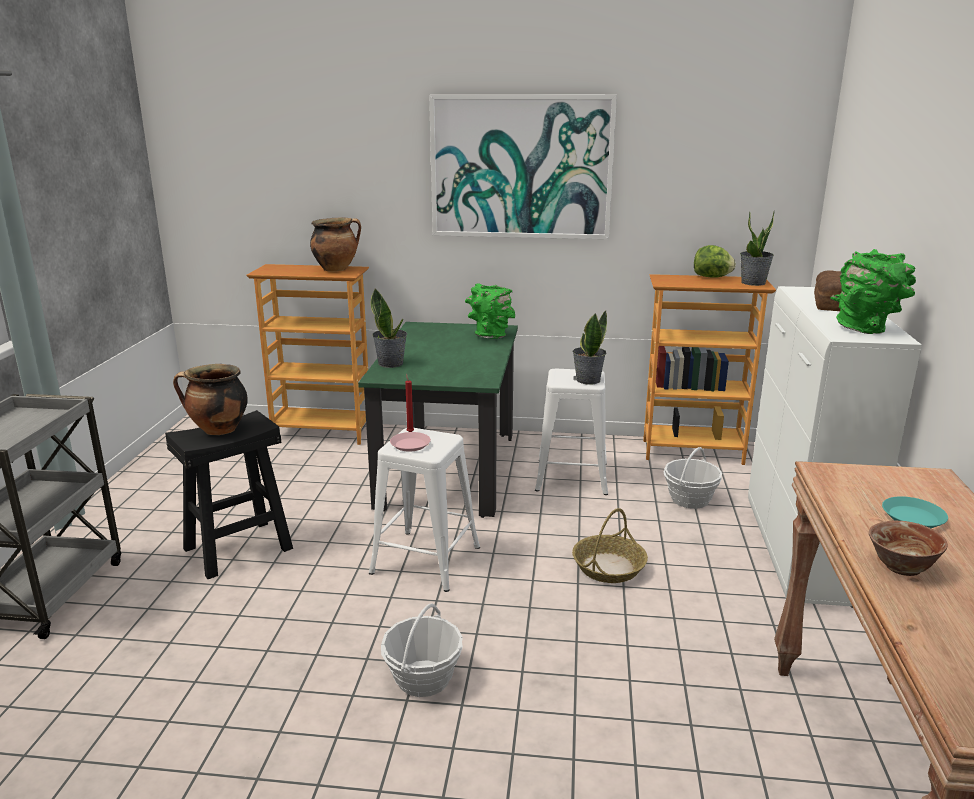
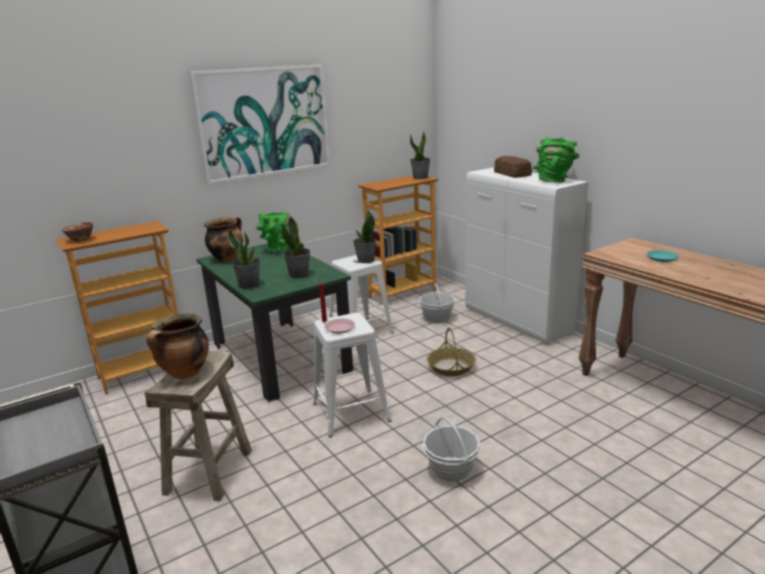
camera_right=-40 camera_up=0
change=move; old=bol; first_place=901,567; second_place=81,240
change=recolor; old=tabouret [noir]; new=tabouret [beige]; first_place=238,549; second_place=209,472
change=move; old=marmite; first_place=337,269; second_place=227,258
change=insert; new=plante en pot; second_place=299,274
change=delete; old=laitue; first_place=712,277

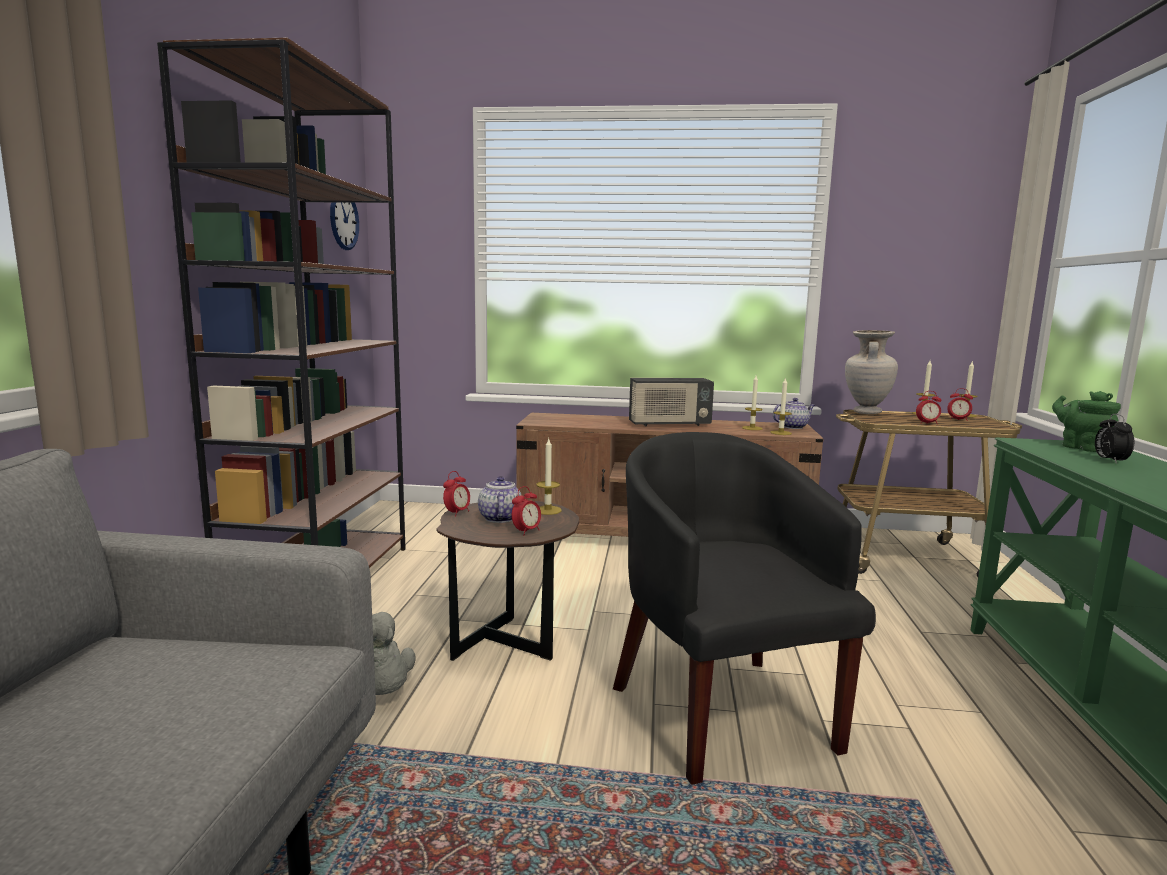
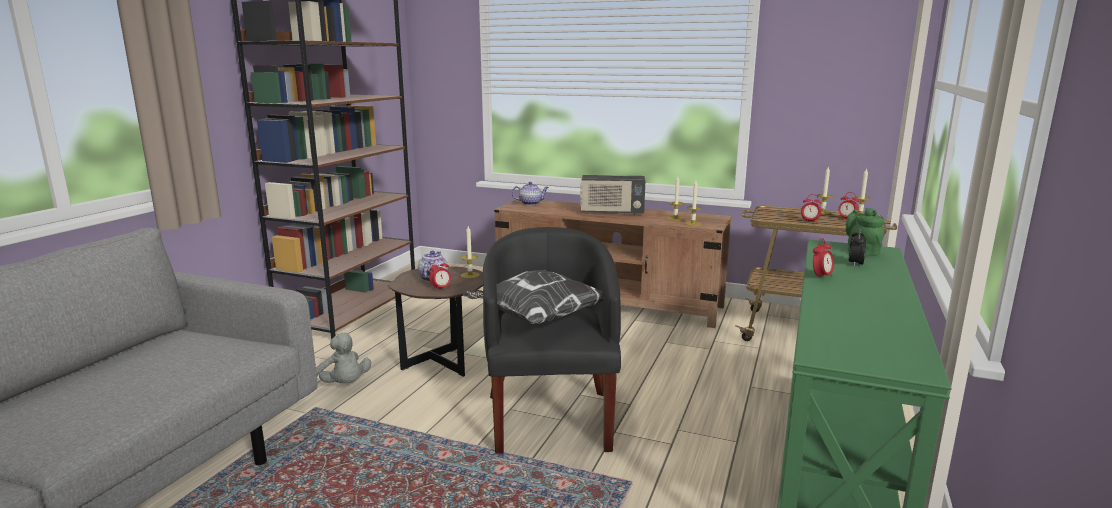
camera_right=15 camera_up=5
change=insert; new=coussin; second_place=536,319
change=move; old=théière; first_place=792,427; second_place=530,203
change=move; old=réveil; first_place=457,513; second_place=821,277
change=delete; old=horloge murale; first_place=344,220
change=delete; old=vase [beige]; first_place=866,412

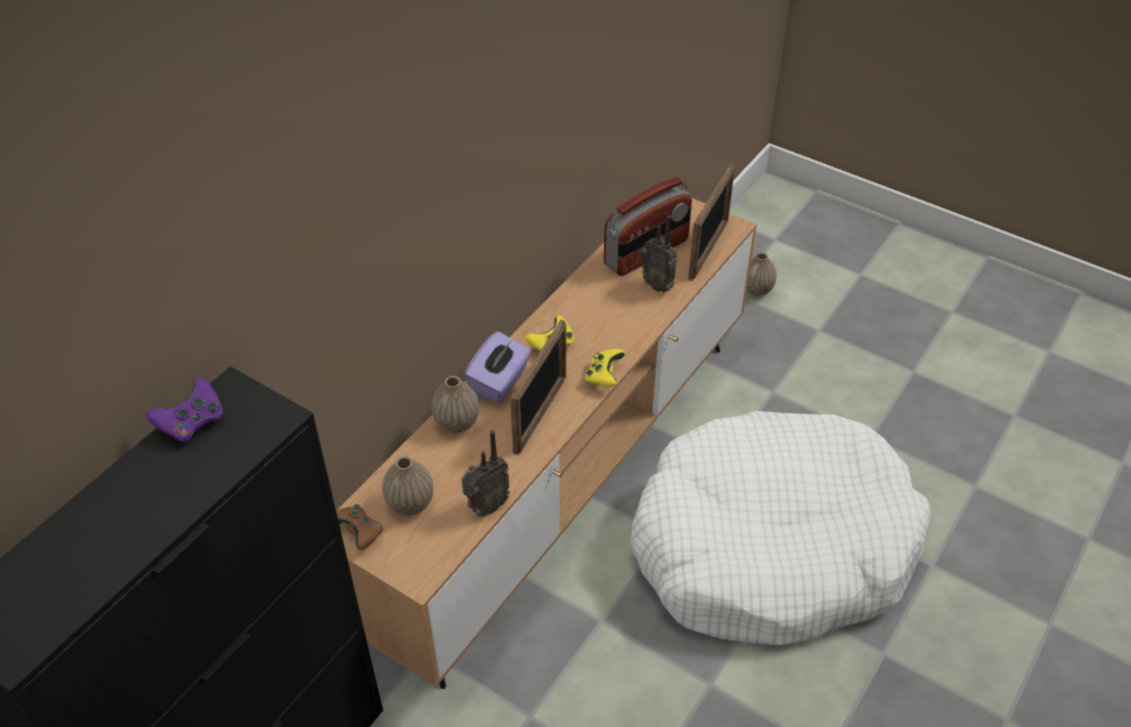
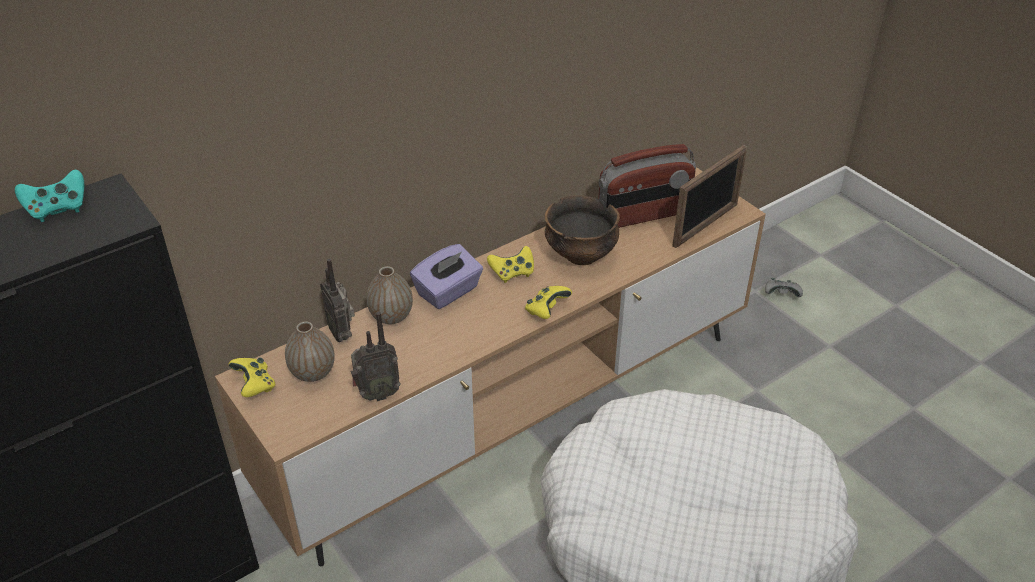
camera_right=20 camera_up=-5
change=recolor; old=manette [violet]; new=manette [turquoise]; first_place=192,424; second_place=57,209
change=recolor; old=manette [marron]; new=manette [jaune]; first_place=359,534; second_place=255,386
change=move; old=radio; first_place=658,285; second_place=342,333
change=insert; new=bol; second_place=581,254
change=replace; old=vase; new=manette [gris]; first_place=756,290; second_place=781,295
change=delete; old=cadre photo; first_place=540,414

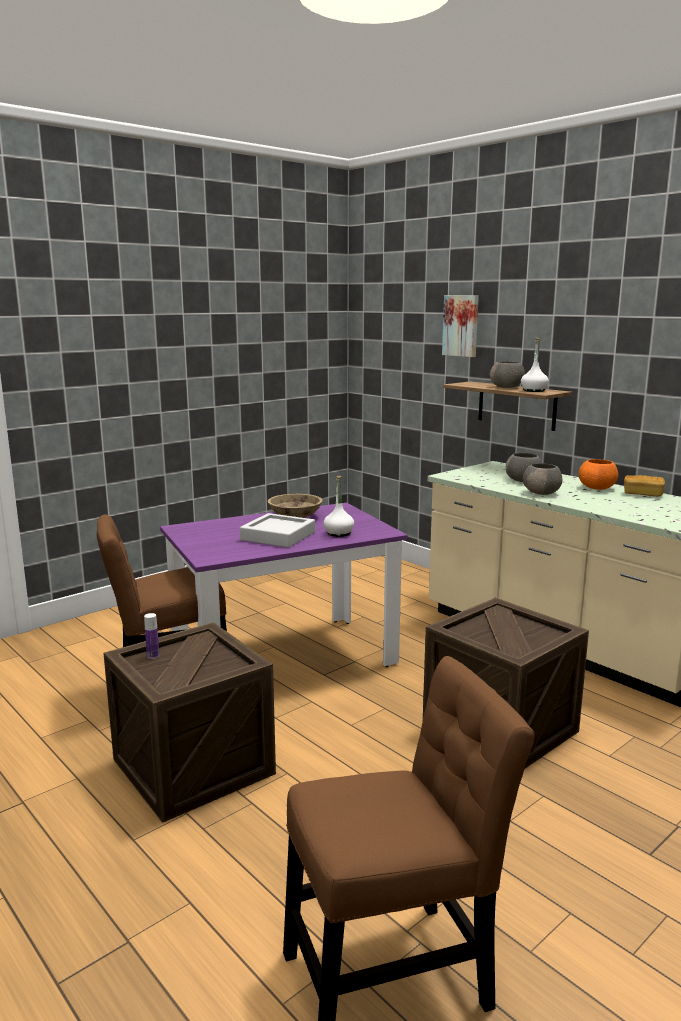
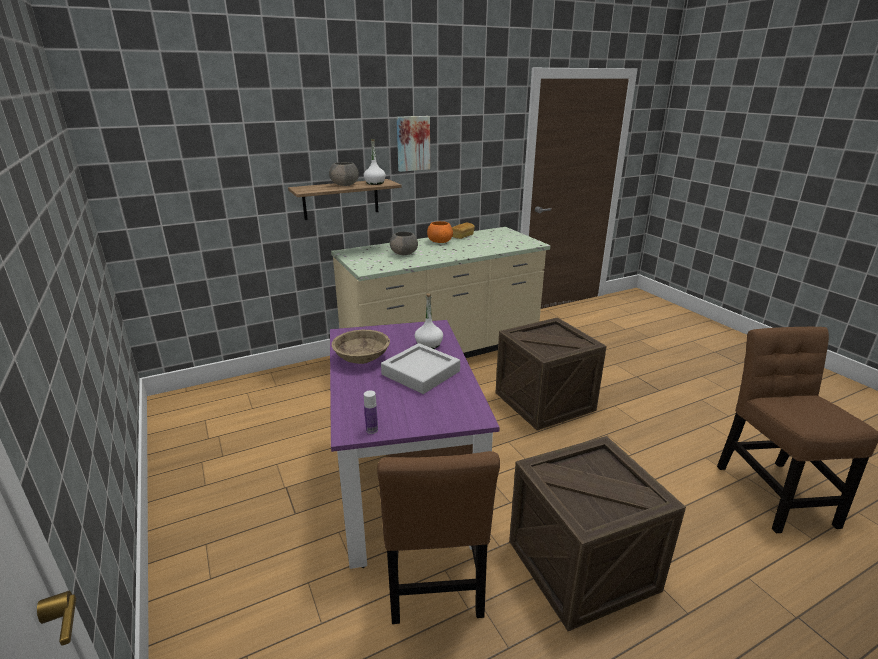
camera_right=-75 camera_up=10
change=move; old=bouteille; first_place=153,656; second_place=372,430
change=move; old=tableau; first_place=461,325; second_place=412,143
change=delete; old=bol [gris]; first_place=542,493

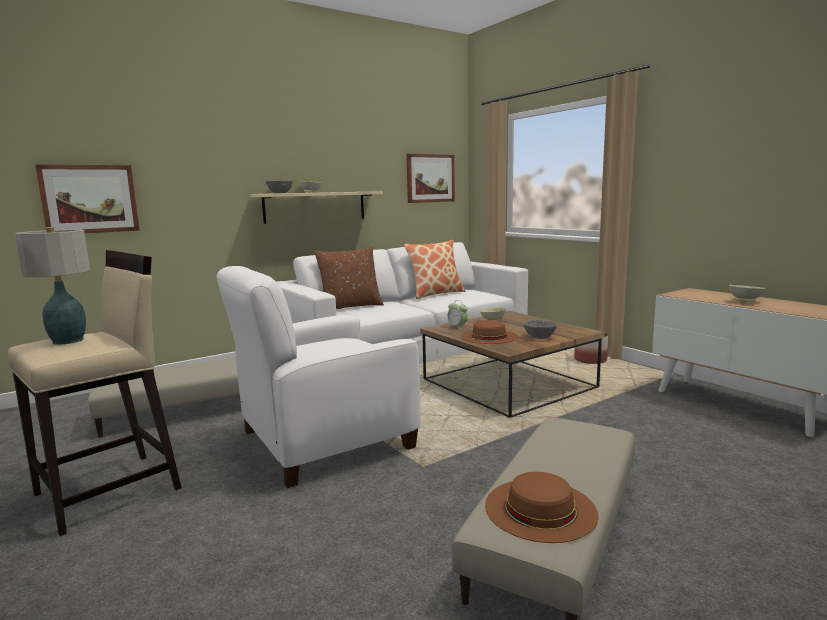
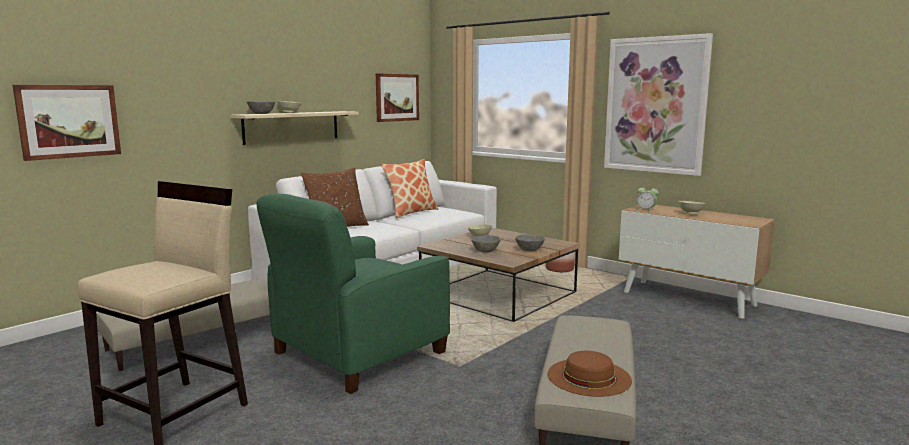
camera_right=-15 camera_up=0
change=recolor; old=fauteuil [blanc]; new=fauteuil [vert]; first_place=323,440; second_place=357,353
change=replace; old=chapeau [marron]; new=bol [gris]; first_place=489,336; second_place=485,251
change=insert; new=tableau; second_place=655,105
change=move; old=réveil; first_place=457,327; second_place=646,210
change=delete; old=lampe de table; first_place=67,340

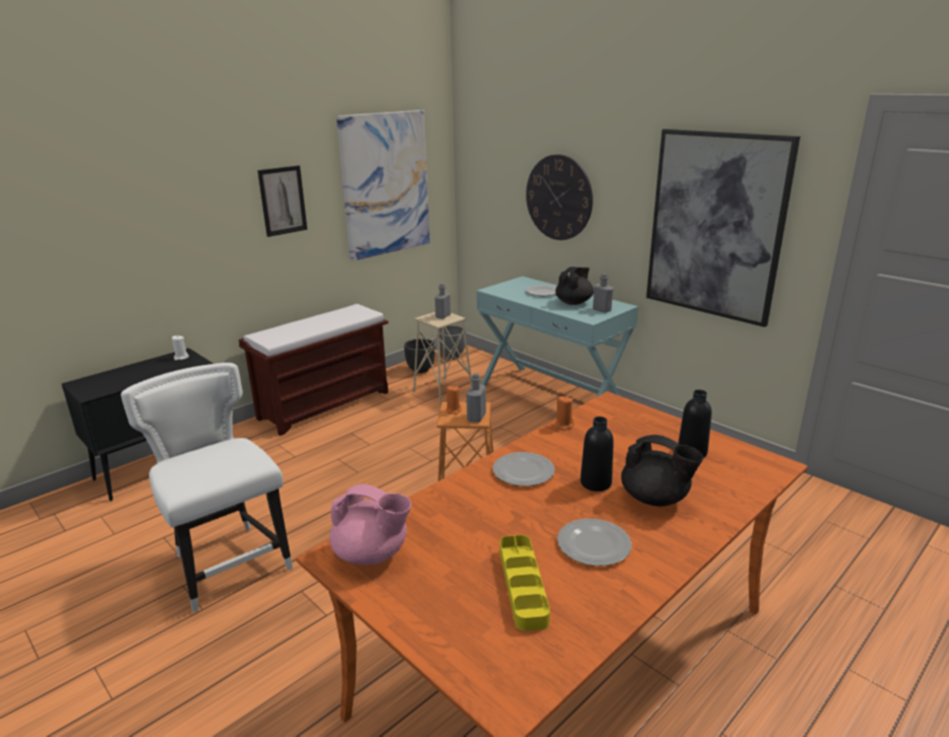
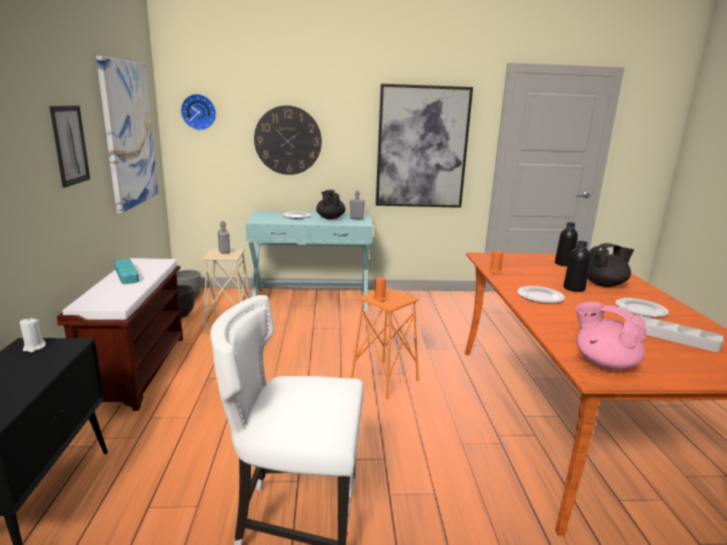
camera_right=-50 camera_up=-5
change=insert; new=plateau [turquoise]; second_place=126,274
change=insert; new=horloge murale; second_place=199,112
change=rotate; old=théière [rose]; first_place=372,554; second_place=604,363; degrees=-105
change=recolor; old=plateau [jaune]; new=plateau [gris]; first_place=523,585; second_place=672,337
change=delete; old=bouteille [gris]; first_place=476,417

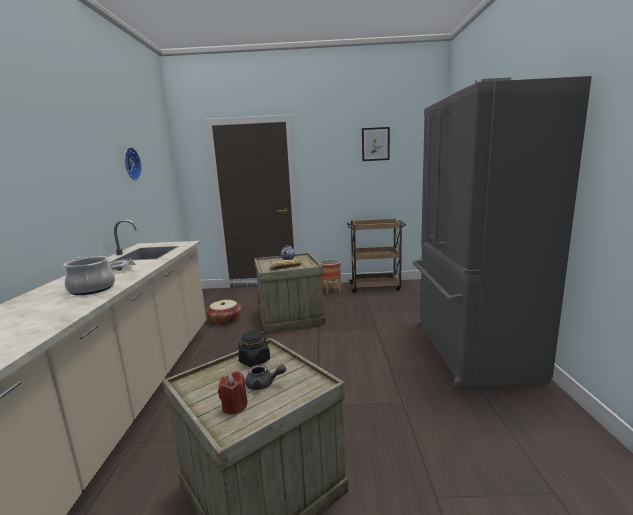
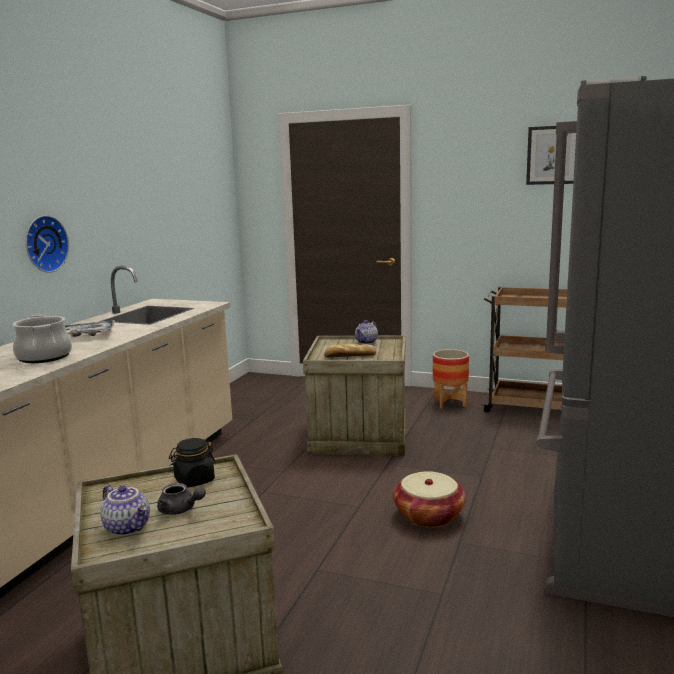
camera_right=20 camera_up=0
change=move; old=horloge murale; first_place=130,164; second_place=44,244
change=replace; old=bougie [rouge]; new=théière; first_place=234,406; second_place=128,527
change=move; old=panier; first_place=225,320; second_place=429,515

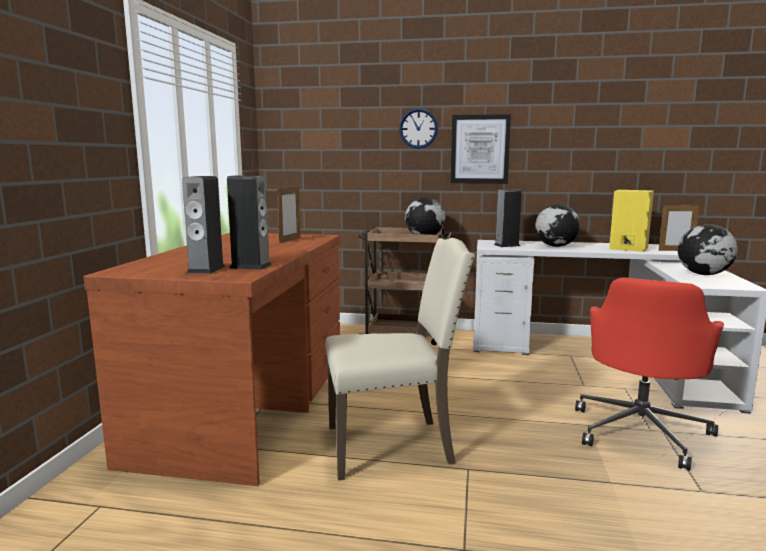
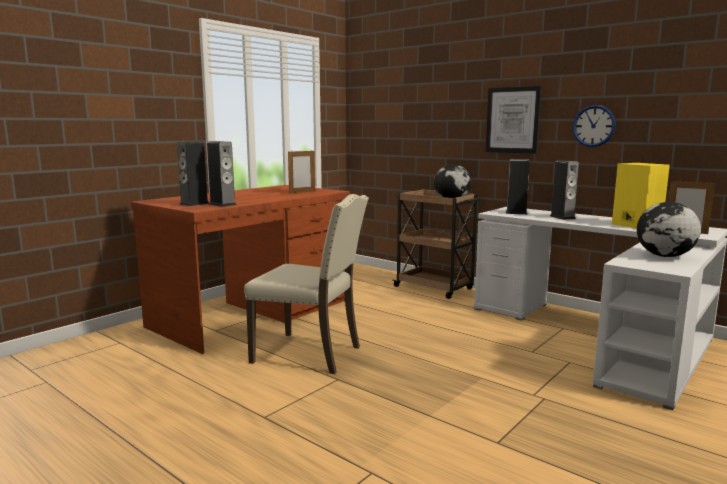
camera_right=30 camera_up=0
change=replace; old=globe; new=enceinte; first_place=555,246; second_place=562,217
change=move; old=horloge murale; first_place=418,128; second_place=593,126
change=delete; old=chaise de bureau [rouge]; first_place=641,431

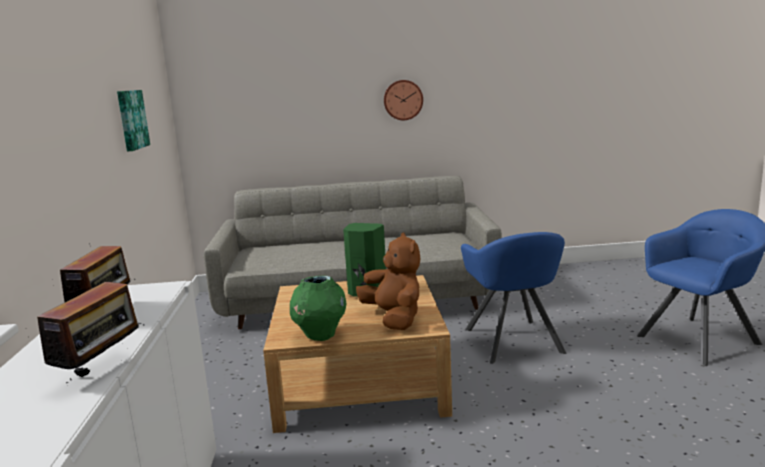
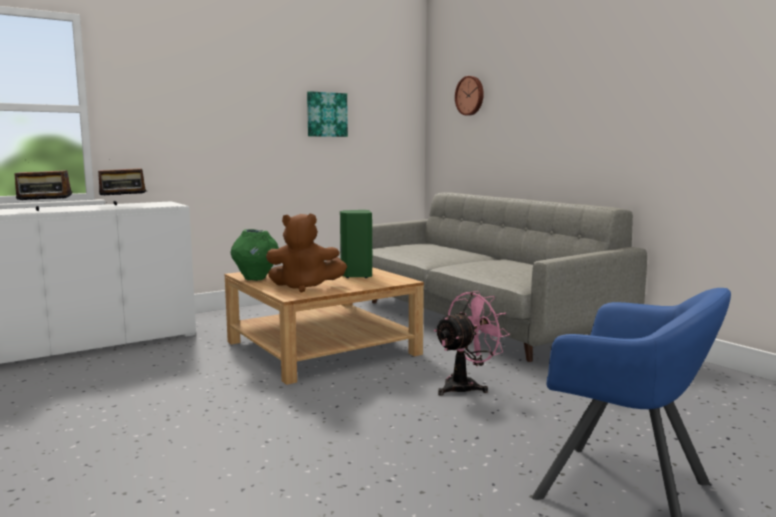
camera_right=60 camera_up=-5
change=rotate; old=peluche [marron]; first_place=394,318; second_place=304,287; degrees=60
change=replace; old=fauteuil [bleu]; new=ventilateur [rose]; first_place=512,341; second_place=466,386
change=move; old=horloge murale; first_place=403,100; second_place=470,95

